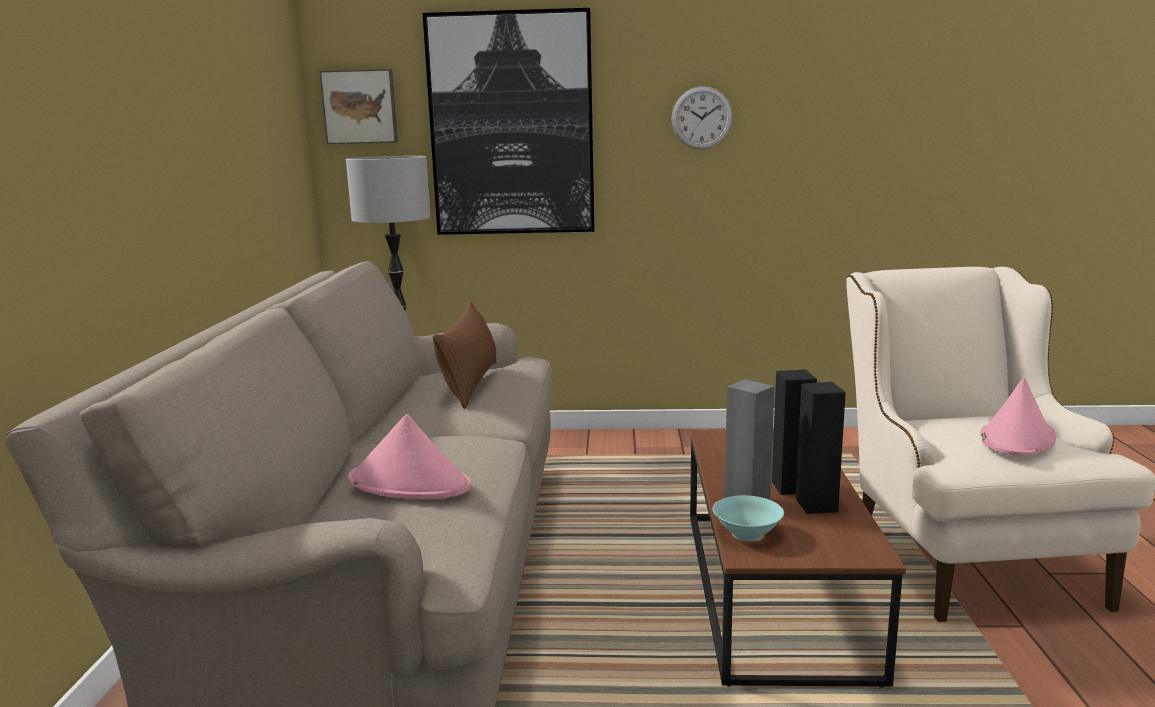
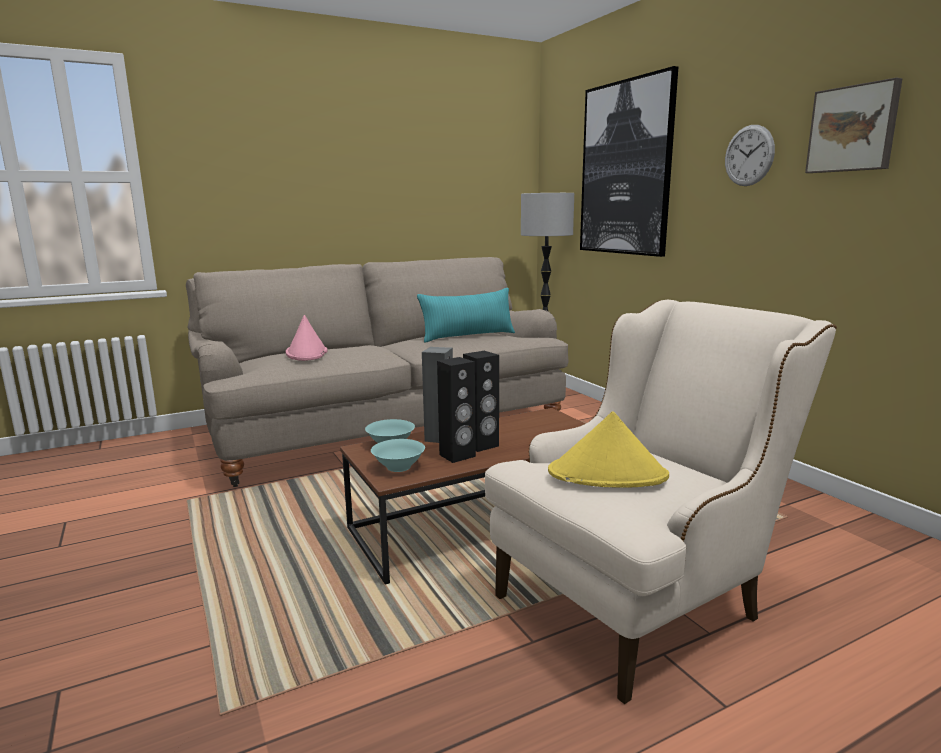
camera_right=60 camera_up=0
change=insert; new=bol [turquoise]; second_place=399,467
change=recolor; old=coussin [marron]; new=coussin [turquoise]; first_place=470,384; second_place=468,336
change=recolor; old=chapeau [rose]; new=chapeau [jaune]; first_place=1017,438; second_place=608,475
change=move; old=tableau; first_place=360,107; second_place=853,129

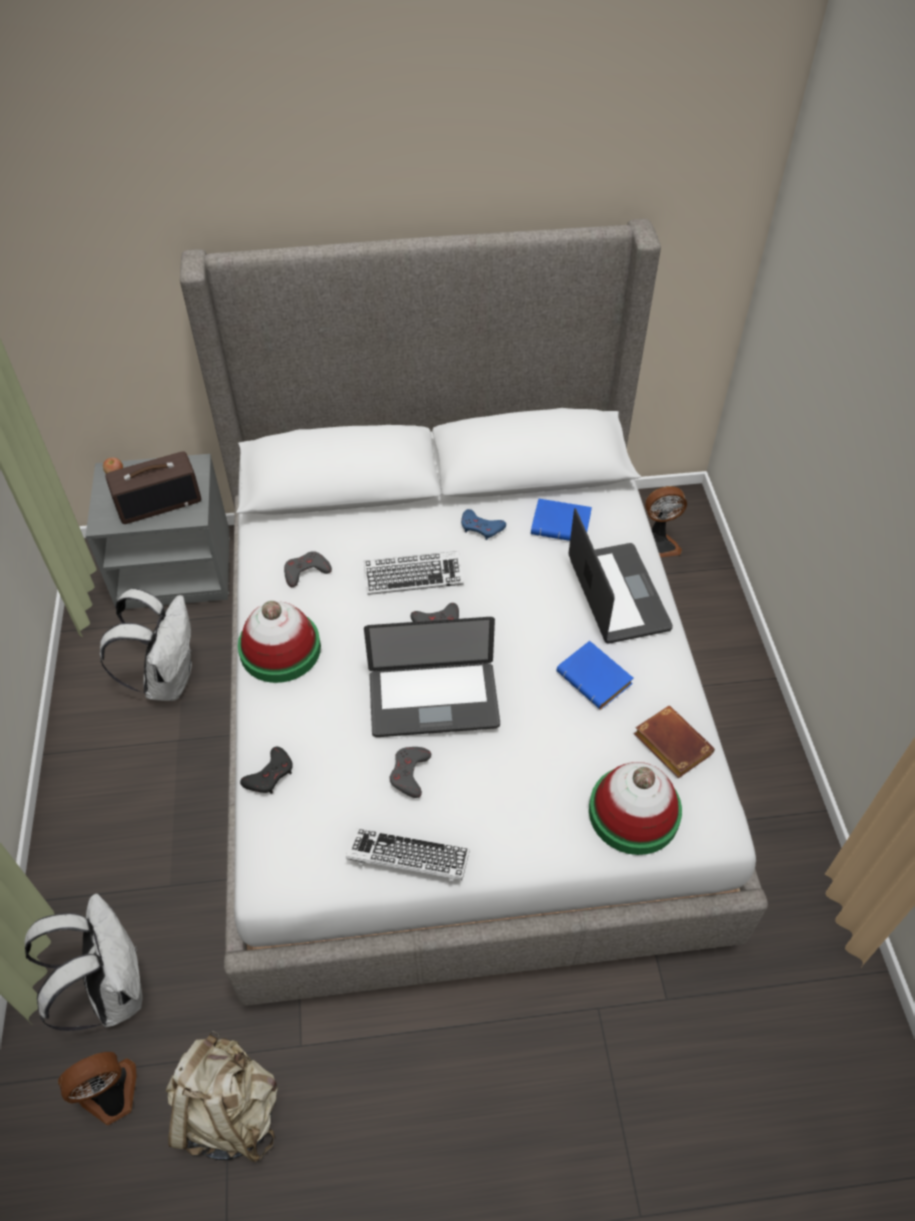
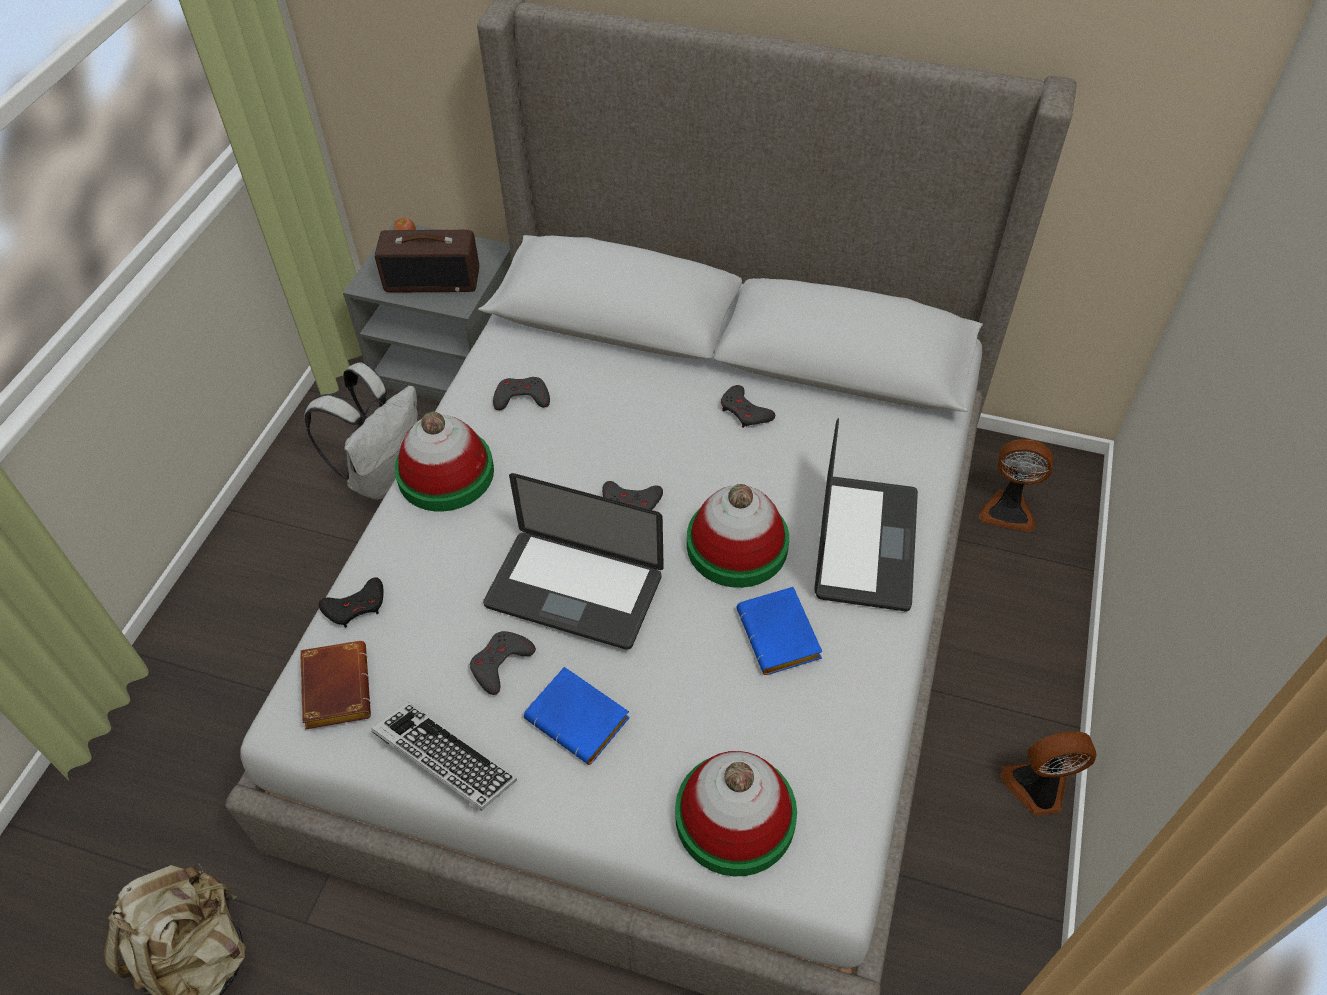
camera_right=25 camera_up=0
change=move; old=livre [marron]; first_place=669,744; second_place=334,687
change=move; old=livre [bleu]; first_place=562,524; second_place=581,719
change=insert; new=chapeau; second_place=737,545
change=recolor; old=manette [bleu]; new=manette [gris]; first_place=481,527; second_place=745,411
change=move; old=ventilateur; first_place=111,1095; second_place=1037,789
change=delete; old=sac à dos [blanc]; first_place=112,990
change=delete; old=clavier; first_place=413,577

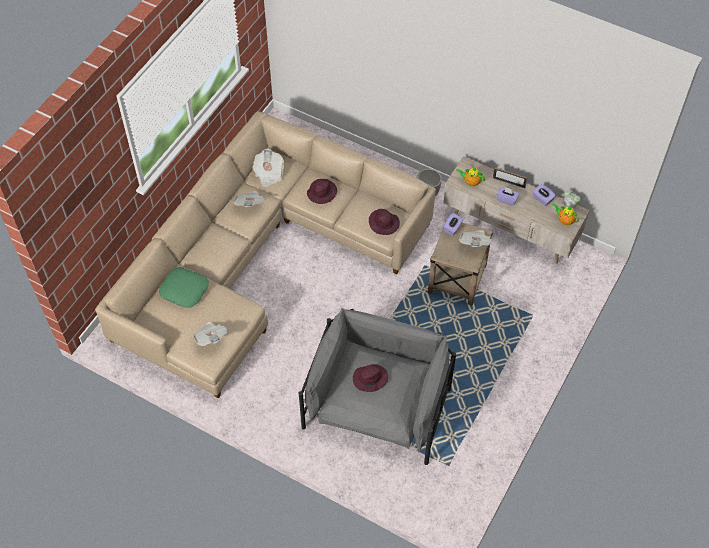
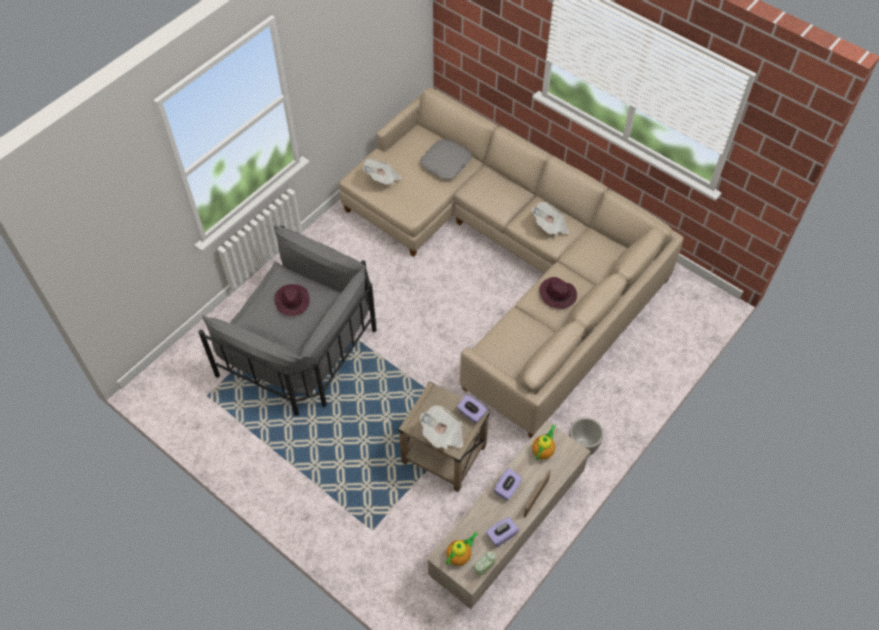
camera_right=100 camera_up=0
change=recolor; old=coussin [vert]; new=coussin [gris]; first_place=184,290; second_place=446,163
change=delete; old=journal; first_place=268,174
change=delete; old=chapeau [violet]; first_place=384,223

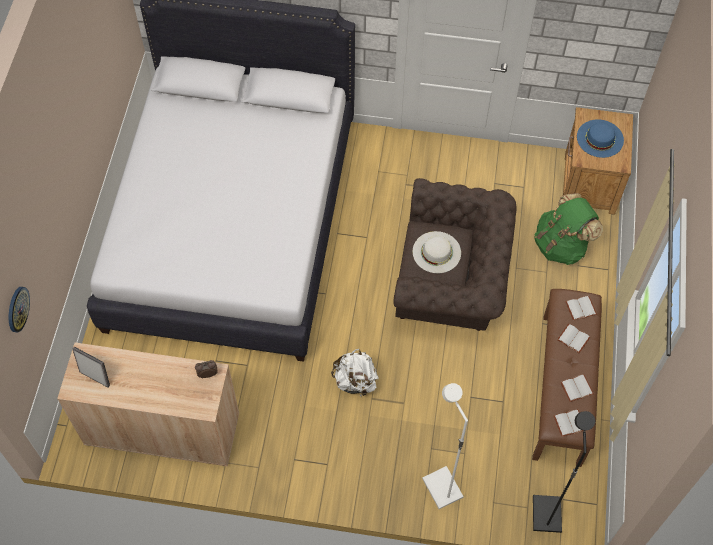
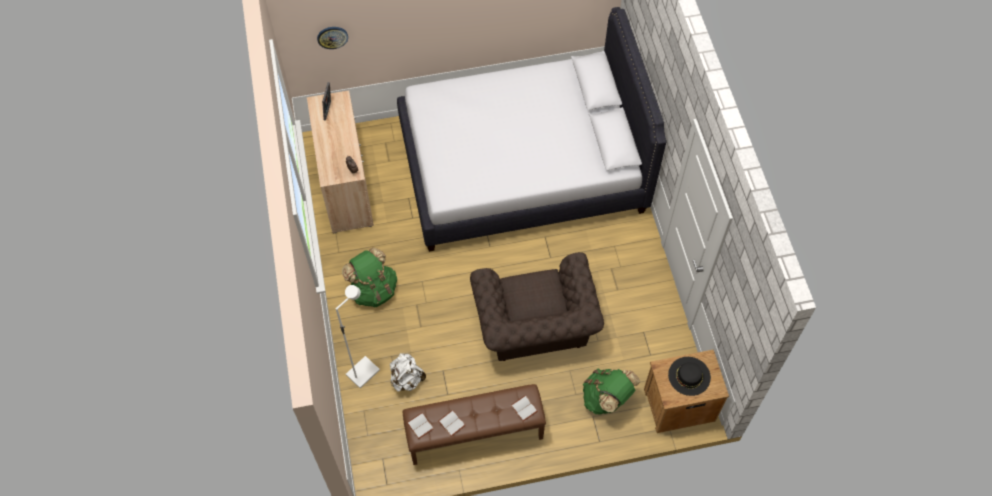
camera_right=70 camera_up=0
change=insert; new=sac à dos [vert]; second_place=373,290
change=move; old=sac à dos [blanc]; first_place=355,381; second_place=407,379
change=recolor; old=chapeau [bleu]; new=chapeau [noir]; first_place=600,138; second_place=689,376
change=delete; old=chapeau [blanc]; first_place=436,252
change=delete; old=lampadaire [noir]; first_place=545,513
change=delete; old=livre [blanc]; first_place=572,339

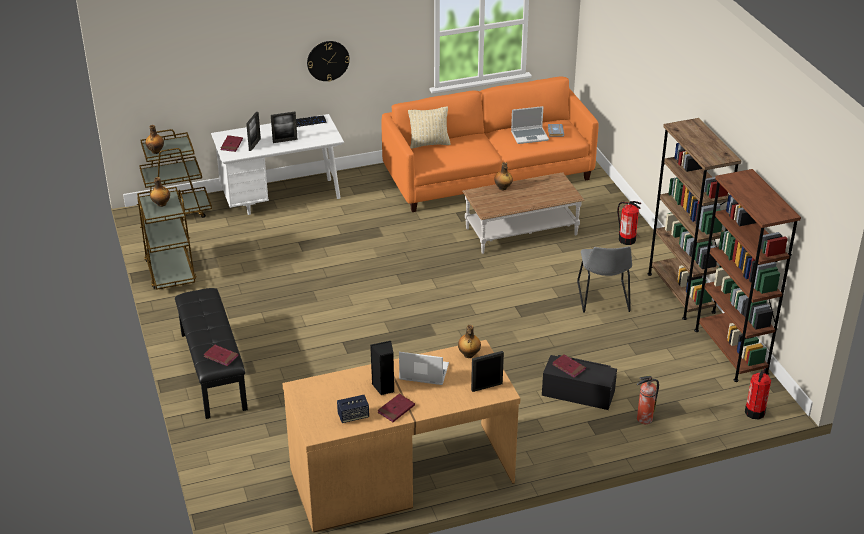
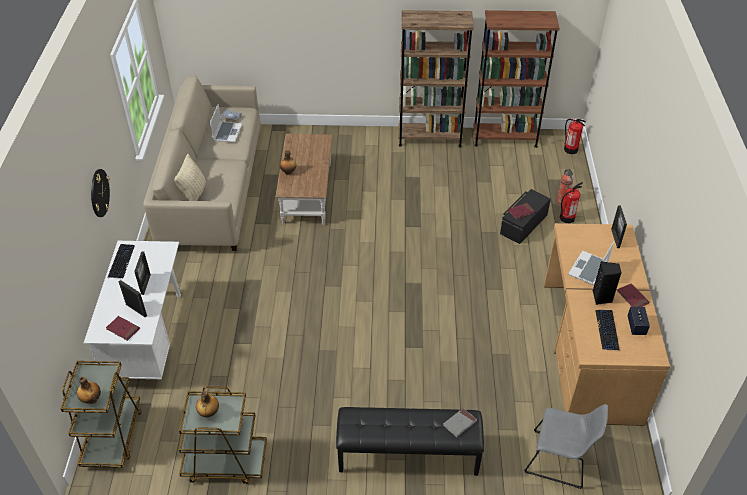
camera_right=-70 camera_up=10
change=recolor; old=canapé [orange]; new=canapé [beige]; first_place=488,175; second_place=212,188
change=recolor; old=livre [rouge]; new=livre [gris]; first_place=221,356; second_place=459,423
change=move; old=chaise [gris]; first_place=603,298; second_place=560,460
change=move; old=extincteur; first_place=627,240; second_place=566,218
change=insert; new=clavier; second_place=607,330
change=delete; old=bouteille; first_place=468,355

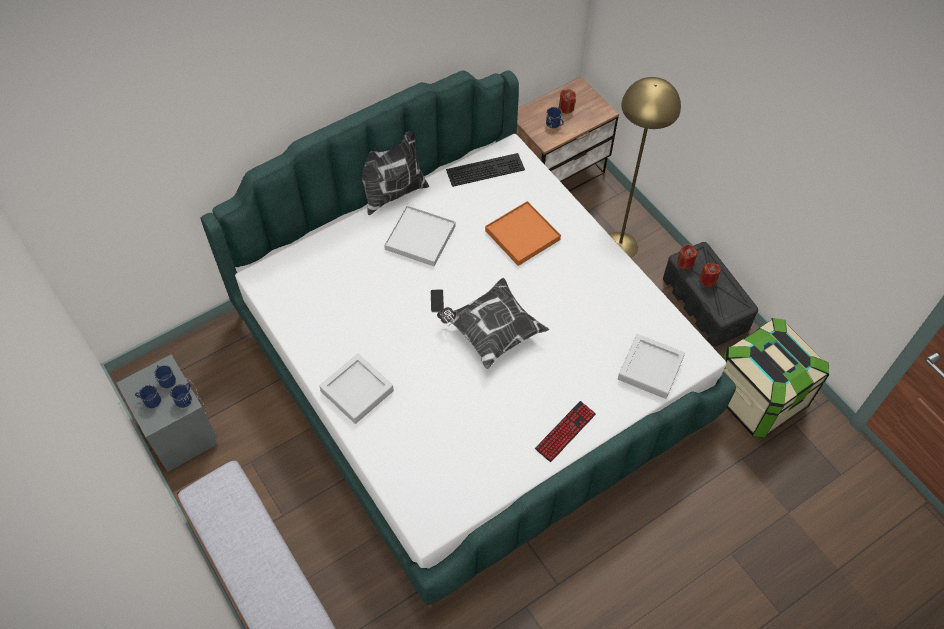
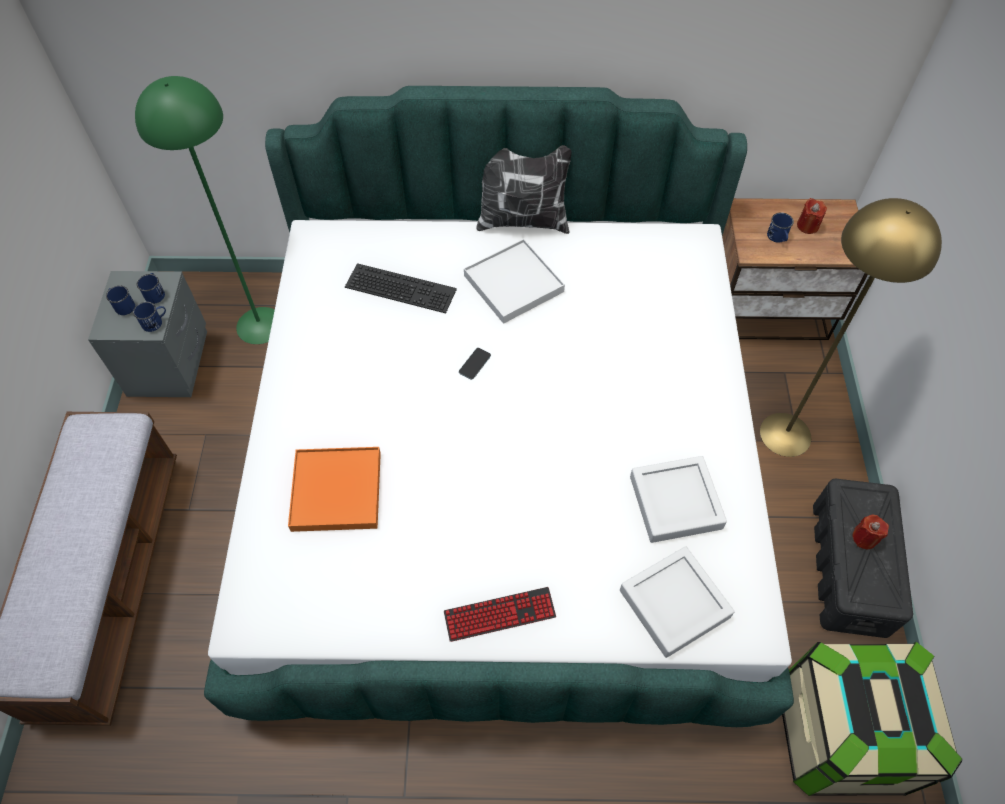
camera_right=35 camera_up=0
change=insert; new=lampadaire [vert]; second_place=260,325
change=move; old=plateau [orange]; first_place=522,235; second_place=337,491
change=move; old=clavier; first_place=485,168; second_place=402,287
change=move; old=plateau [gris]; first_place=357,391; second_place=675,502
change=delete; old=coussin; first_place=491,332
change=delete; old=bougie [rouge]; first_place=685,262

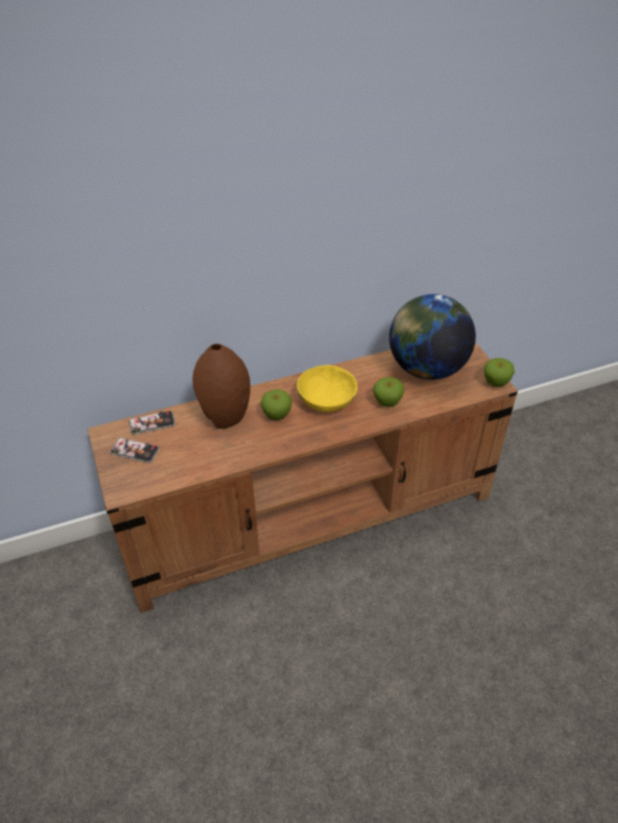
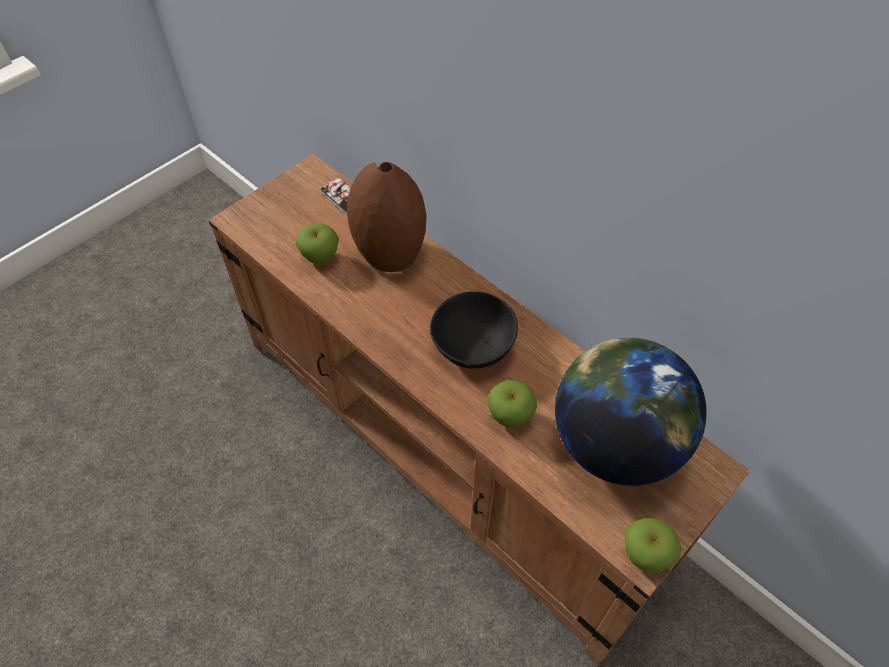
camera_right=65 camera_up=10
change=move; old=pomme; first_place=276,415; second_place=320,257
change=recolor; old=bol [jaune]; new=bol [noir]; first_place=326,400; second_place=474,344
change=delete; old=téléphone; first_place=135,451

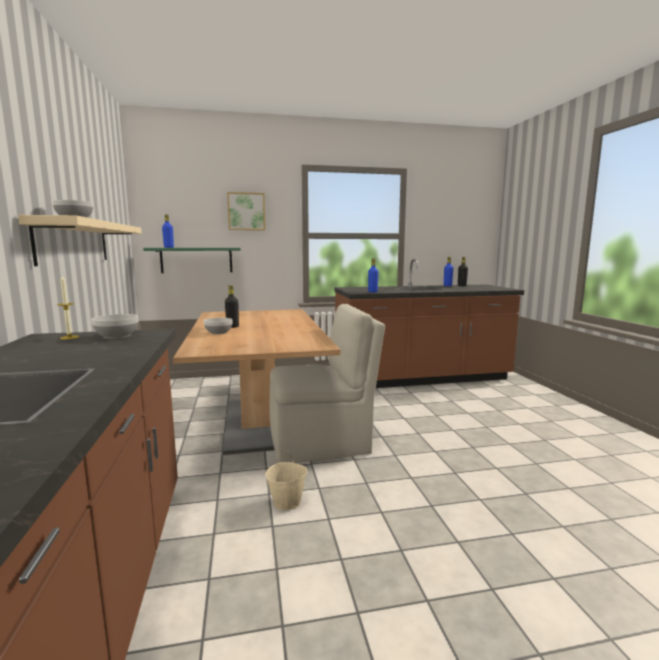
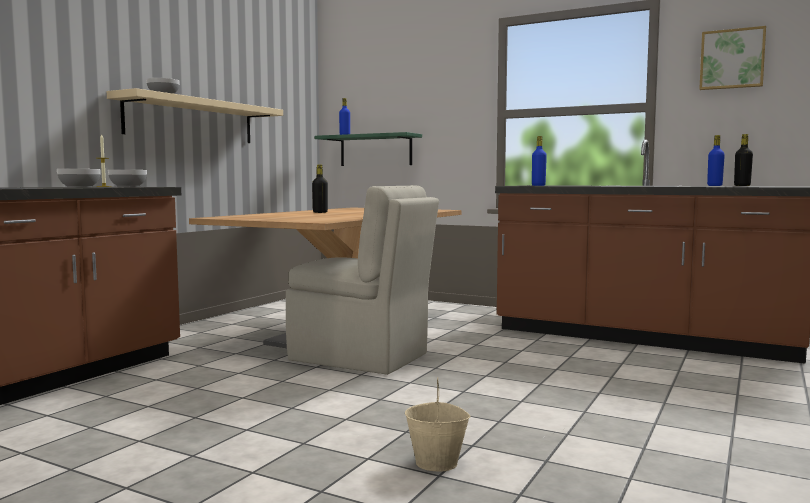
camera_right=40 camera_up=-5
change=move; old=bol; first_place=219,332; second_place=80,187
change=move; old=seau [beige]; first_place=287,502; second_place=437,463
change=move; old=tableau; first_place=246,211; second_place=732,59

